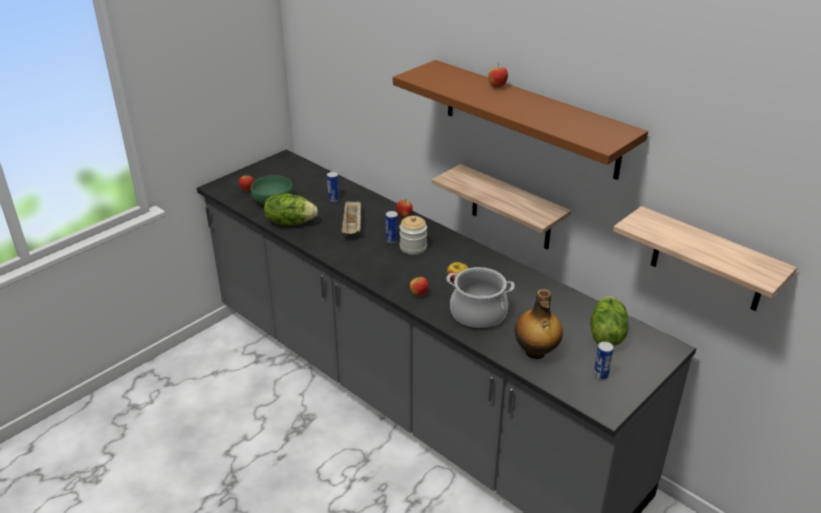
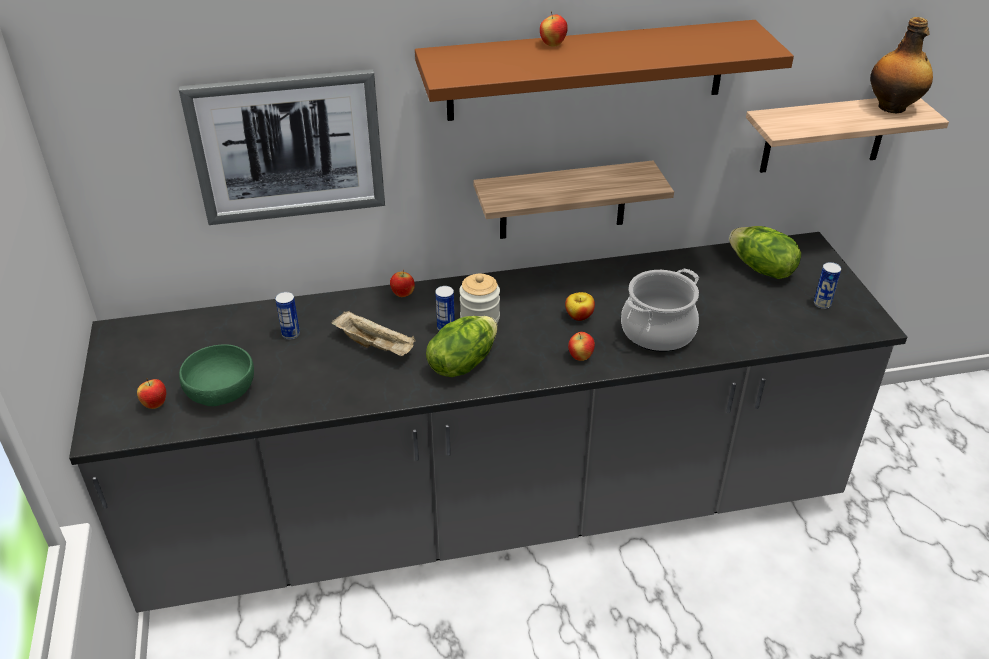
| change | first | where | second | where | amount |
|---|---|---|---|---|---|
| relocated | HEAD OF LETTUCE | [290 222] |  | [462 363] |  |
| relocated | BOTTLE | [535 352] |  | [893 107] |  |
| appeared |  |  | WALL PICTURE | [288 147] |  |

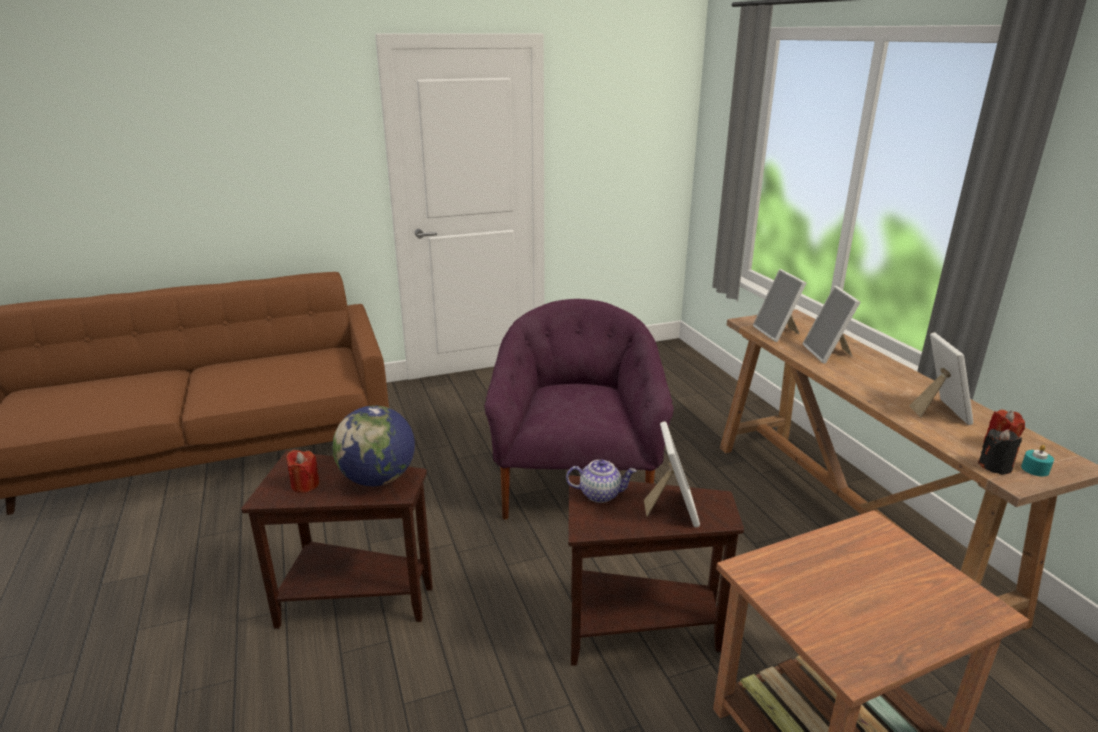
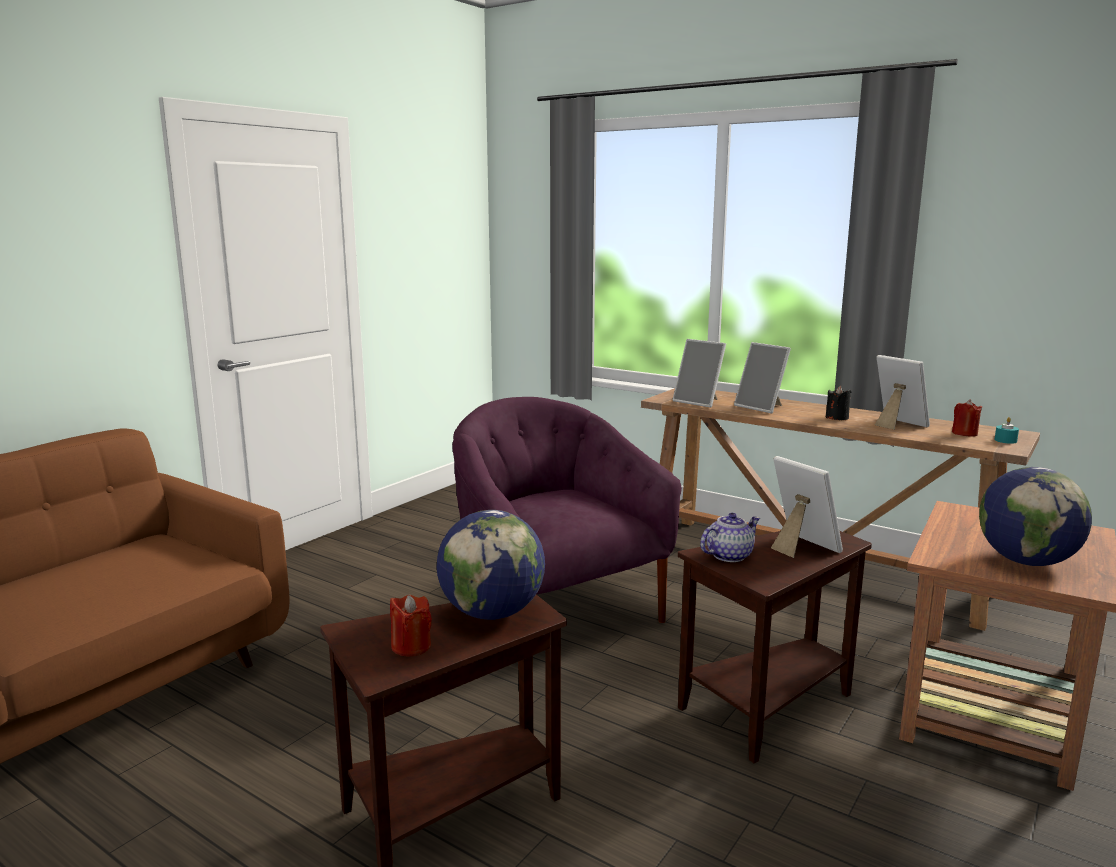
| change | first | where | second | where | amount |
|---|---|---|---|---|---|
| relocated | BLACK-COLOURED CANDLE | [995 466] |  | [837 418] |  |
| appeared |  |  | DESK GLOBE | [1026 561] |  |

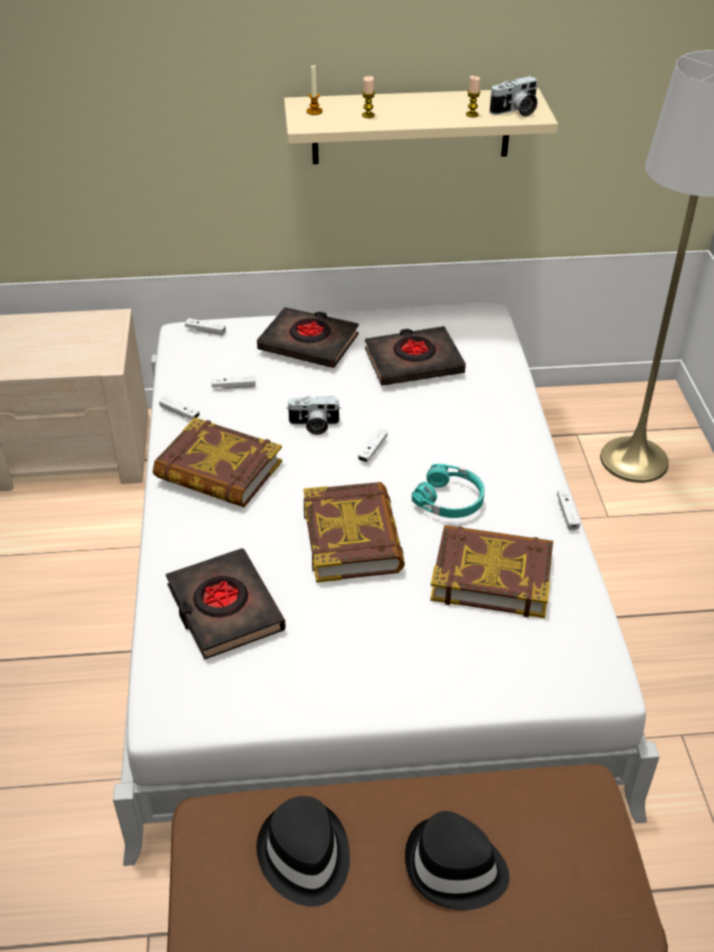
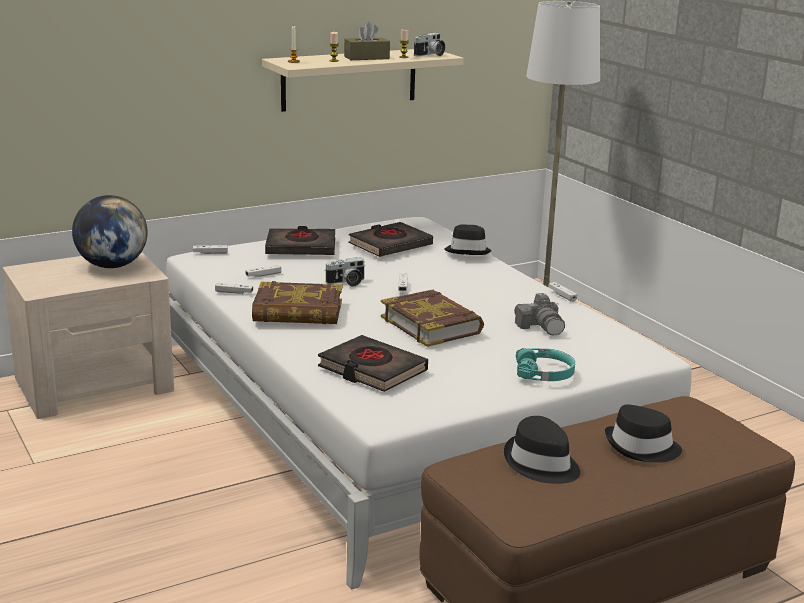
| change | first | where | second | where | amount |
|---|---|---|---|---|---|
| relocated | BLUE-GREEN HEADPHONES | [450 500] |  | [544 373] |  |
| exchanged | VOLUME | [491 576] | STILL CAMERA | [541 327] |  |
| appeared |  |  | DESK GLOBE | [112 266] |  |
| appeared |  |  | BROWNISH BOX OF TISSUES | [366 58] |  |
| appeared |  |  | BLACK-COLOURED WEARABLE HAT | [468 251] |  |

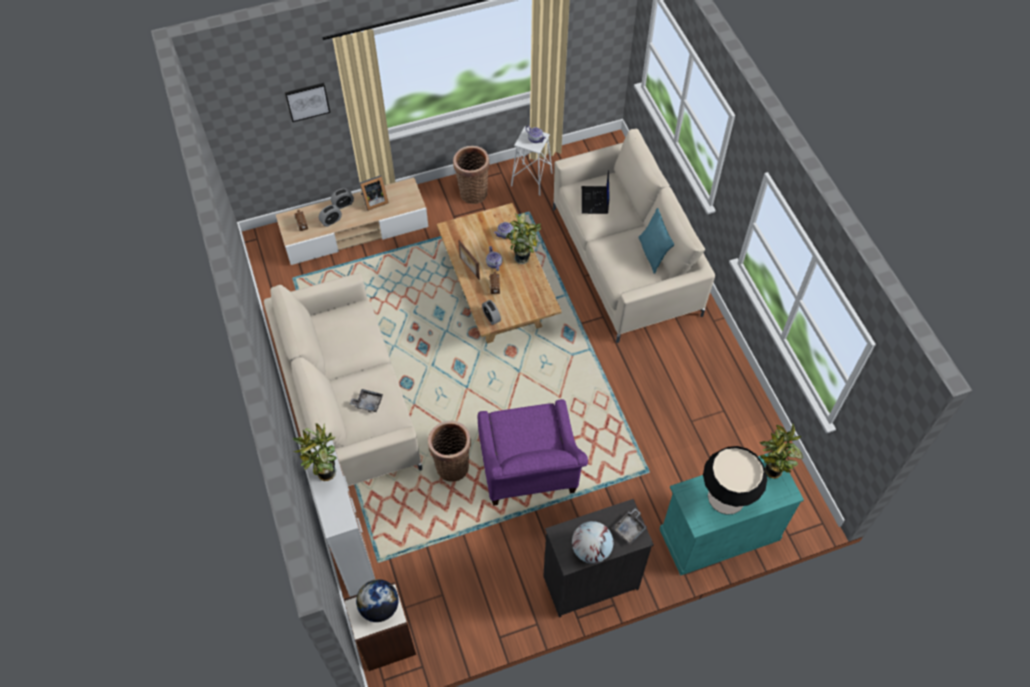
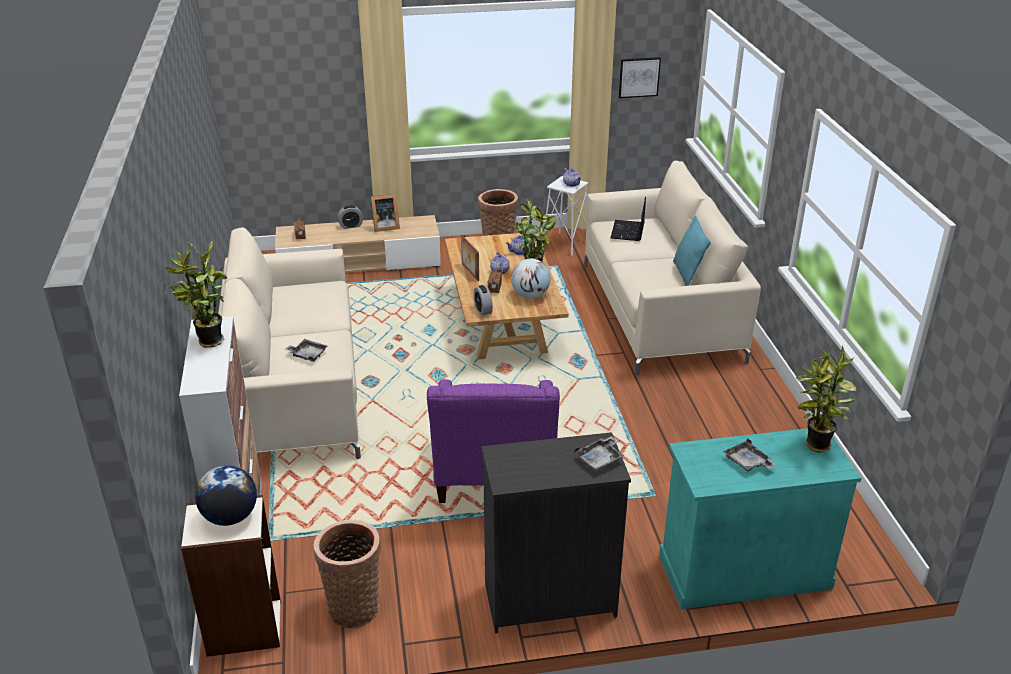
| change | first | where | second | where | amount |
|---|---|---|---|---|---|
| relocated | WALL PICTURE | [307 101] |  | [639 77] |  |
| missing | BEDSIDE CLOCK | [331 221] |  |  |  |
| relocated | HOUSEHOLD BASKET | [452 465] |  | [354 606] |  |
| relocated | DESK GLOBE | [591 549] |  | [530 295] |  |
| exchanged | TABLE LAMP | [726 497] | GRAY TRAY | [747 462] |  |

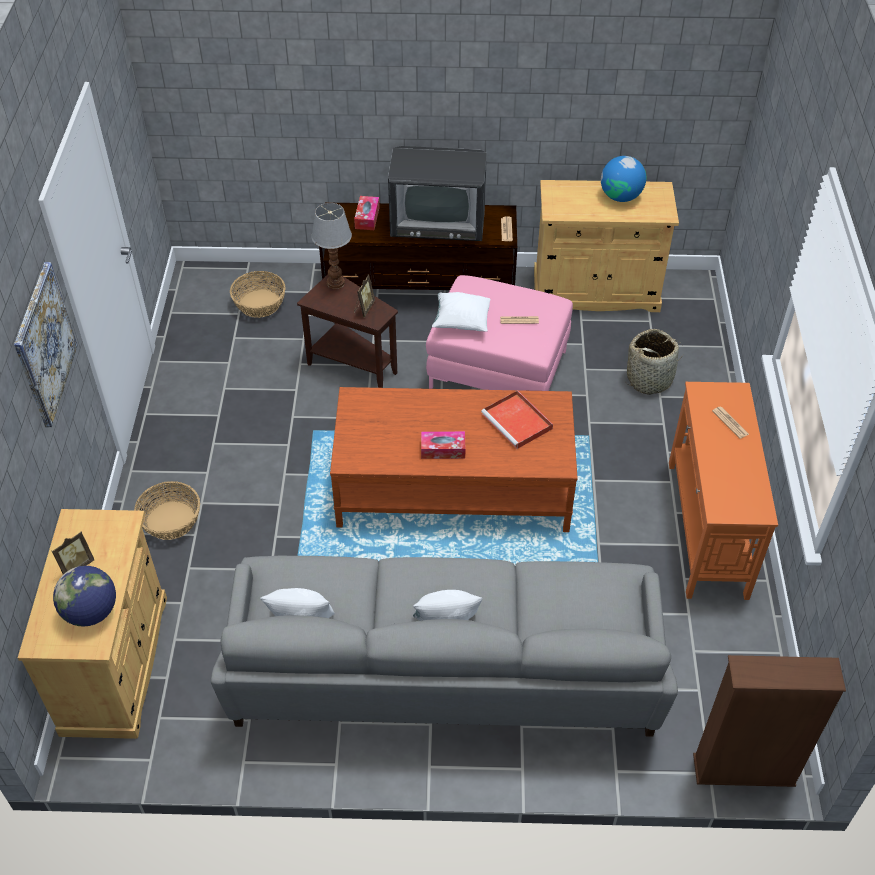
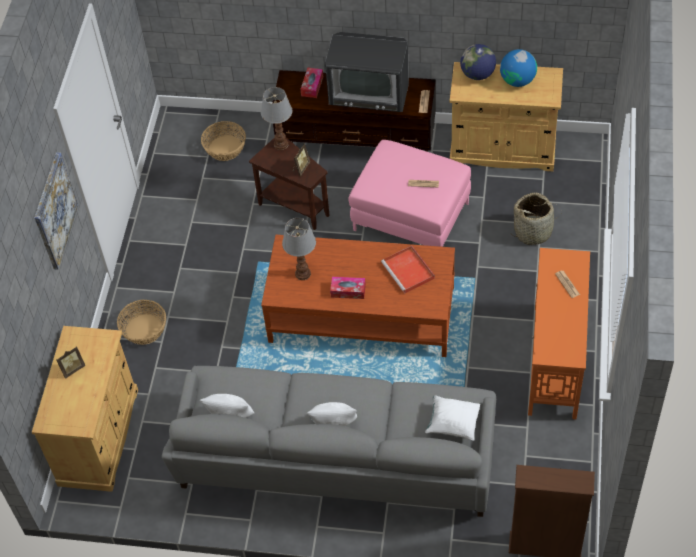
| change | first | where | second | where | amount |
|---|---|---|---|---|---|
| relocated | DESK GLOBE | [91 612] |  | [477 74] |  |
| relocated | WHITE-COLOURED PILLOW | [461 322] |  | [452 424] |  |
| appeared |  |  | TABLE LAMP | [303 273] |  |

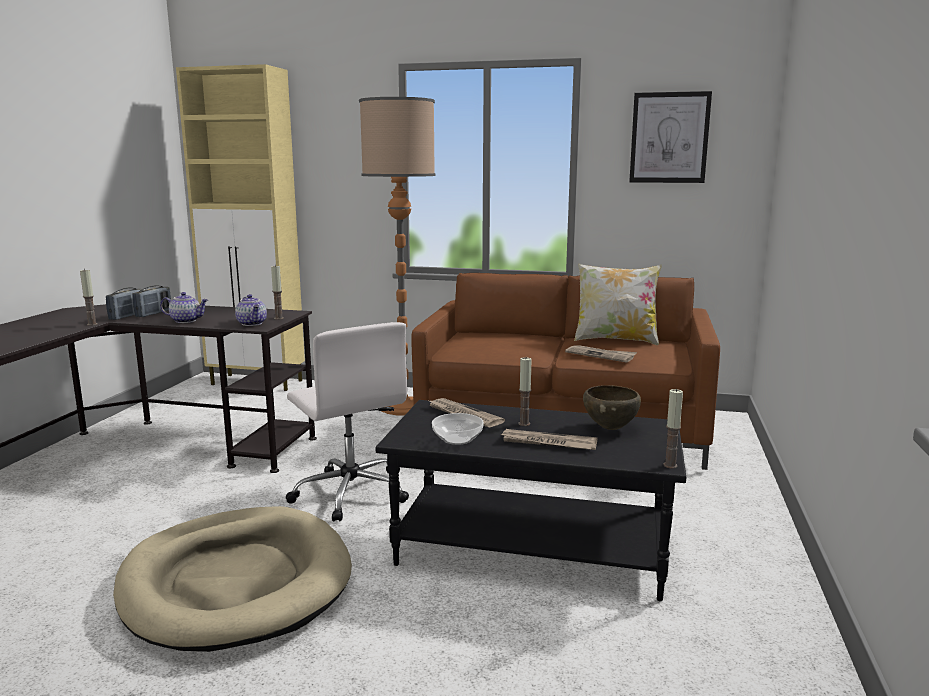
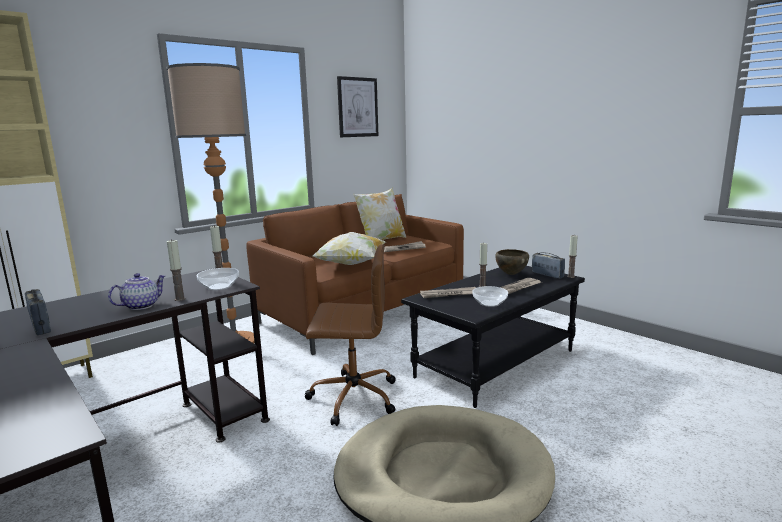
| change | first | where | second | where | amount |
|---|---|---|---|---|---|
| relocated | CANDLE | [92 324] |  | [180 299] |  |
| relocated | RADIO RECEIVER | [153 314] |  | [547 275] |  |
| exchanged | TEA POT | [252 323] | SERVING BOWL | [219 286] |  |
| colour | WHITE-COLOURED COMPUTER CHAIR | [350 492] | BROWNISH COMPUTER CHAIR | [352 397] |  |
| appeared |  |  | PILLOW | [351 264] |  |

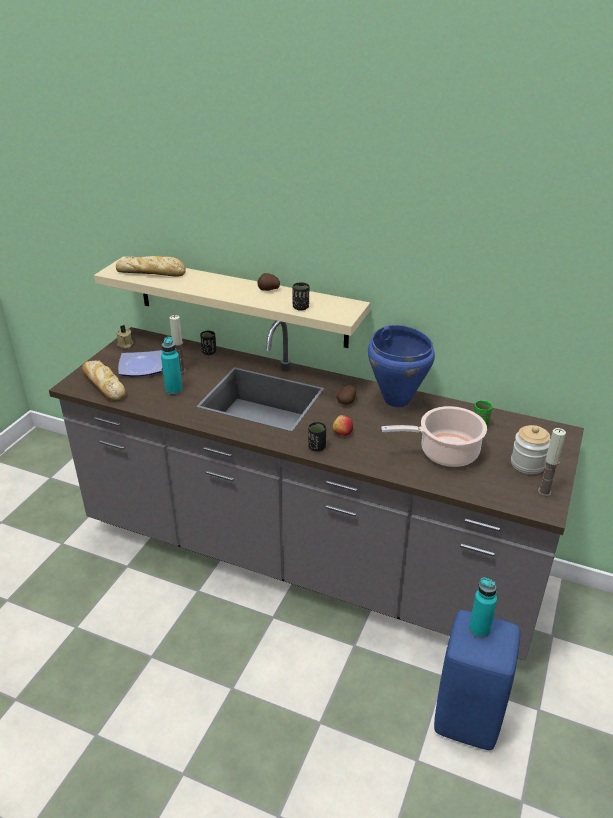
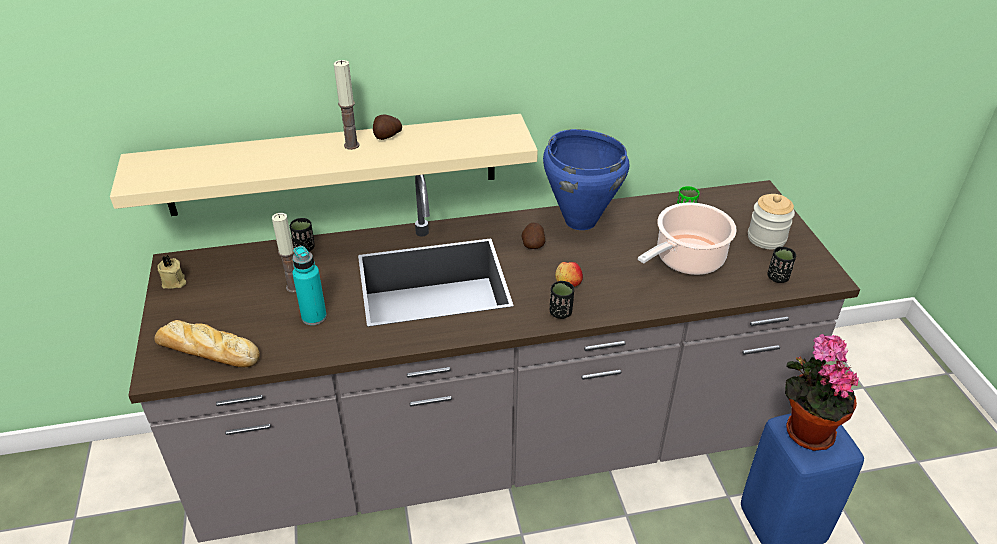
| change | first | where | second | where | amount |
|---|---|---|---|---|---|
| missing | BAKED BREAD | [152 273] |  |  |  |
| missing | PLATE | [140 367] |  |  |  |
| relocated | BLACK-COLOURED DRINKING CUP | [301 307] |  | [778 277] |  |
| exchanged | BLUE-GREEN BOTTLE | [479 629] | PLANT IN A POT | [805 430] |  |
| relocated | CANDLE | [544 492] |  | [351 145] |  |

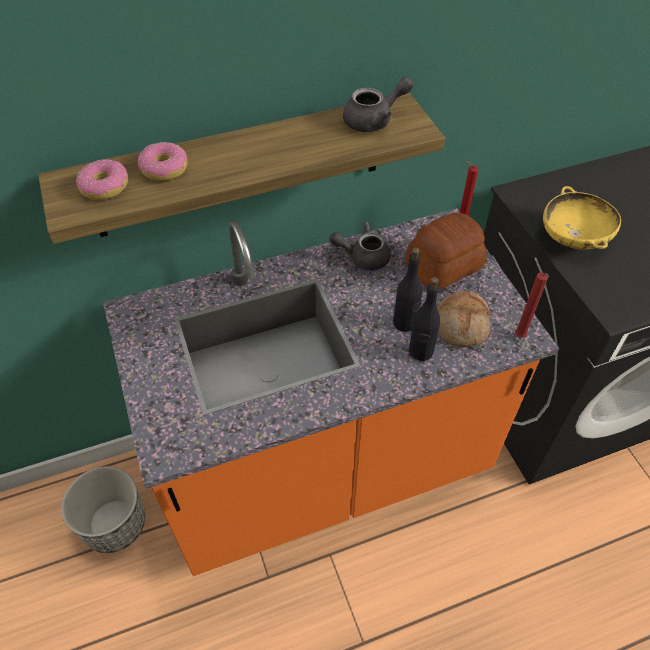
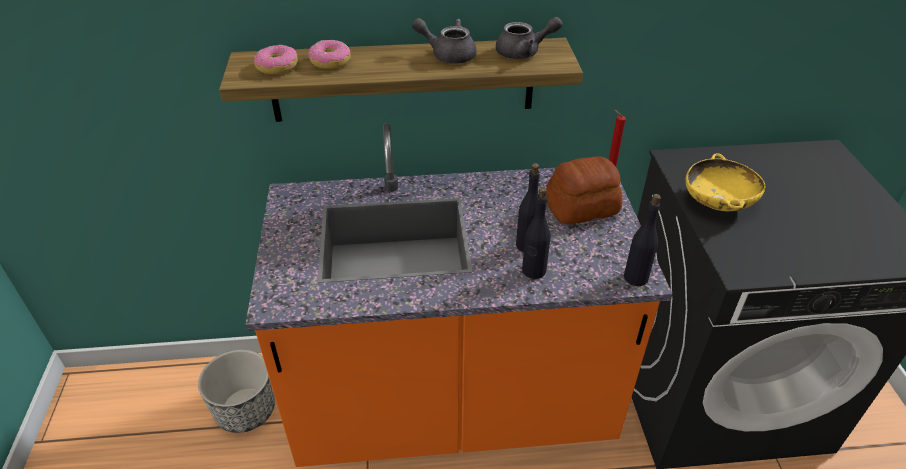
| change | first | where | second | where | amount |
|---|---|---|---|---|---|
| relocated | GRAY TEA POT | [363 257] |  | [448 54] |  |
| missing | BAKED BREAD | [462 326] |  |  |  |
| exchanged | RED-COLOURED CANDLE | [520 337] | BLACK-COLOURED BOTTLE | [635 277] |  |

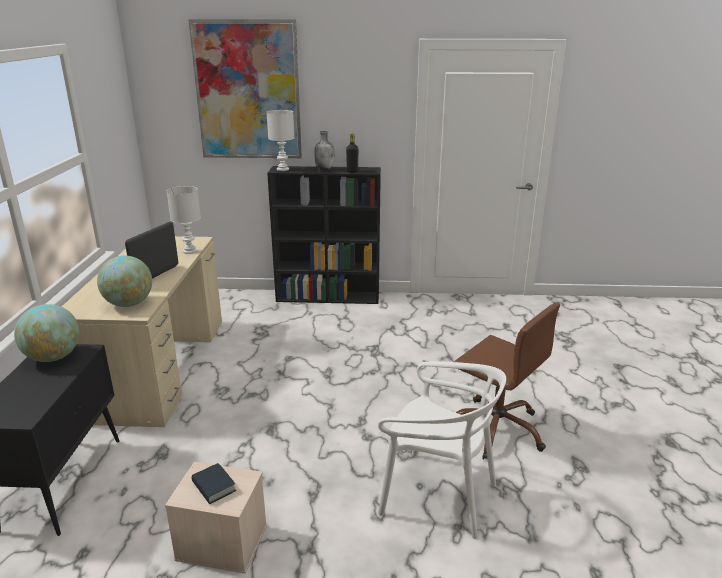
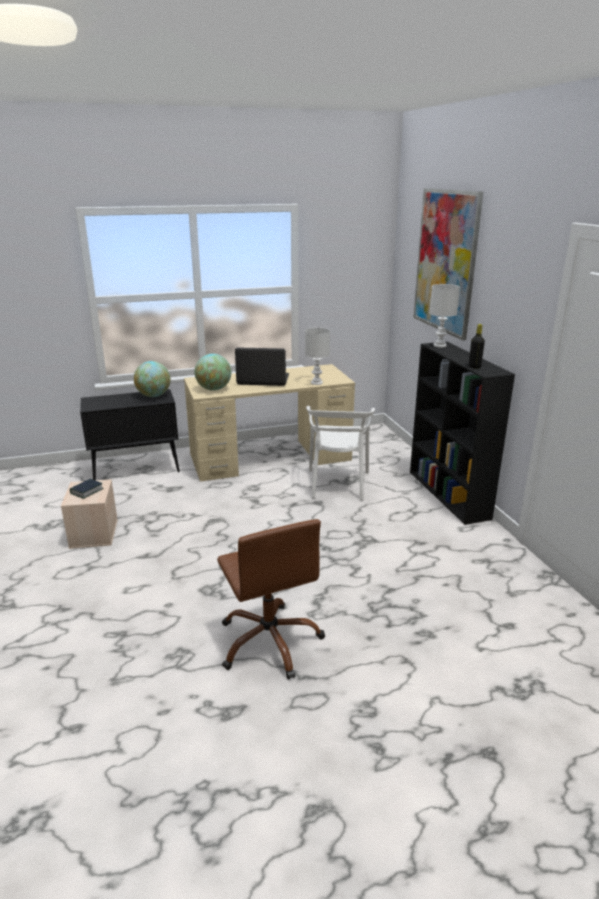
| change | first | where | second | where | amount |
|---|---|---|---|---|---|
| missing | GRAY BOTTLE | [325 169] |  |  |  |
| relocated | WHITE-COLOURED PLAIN CHAIR | [438 495] |  | [338 484] |  |
| spun | BROWNISH COMPUTER CHAIR | [496 429] |  | [270 641] | 45 degrees counterclockwise |

